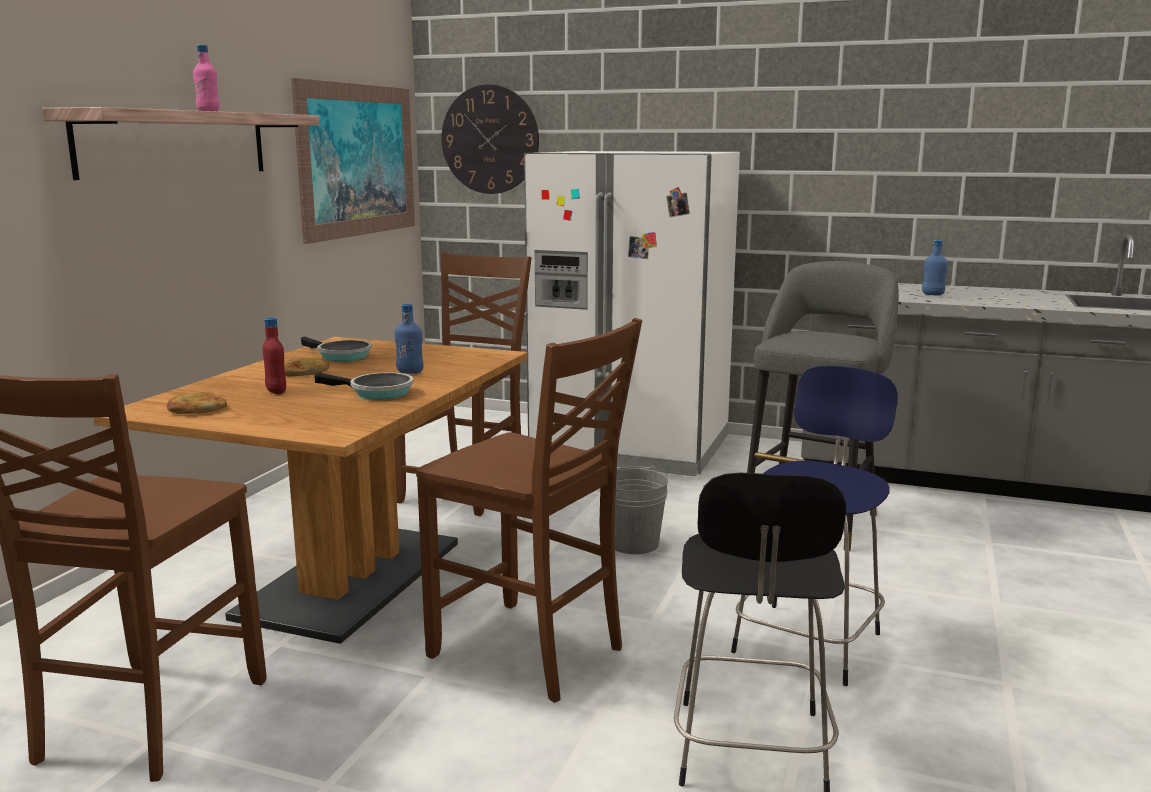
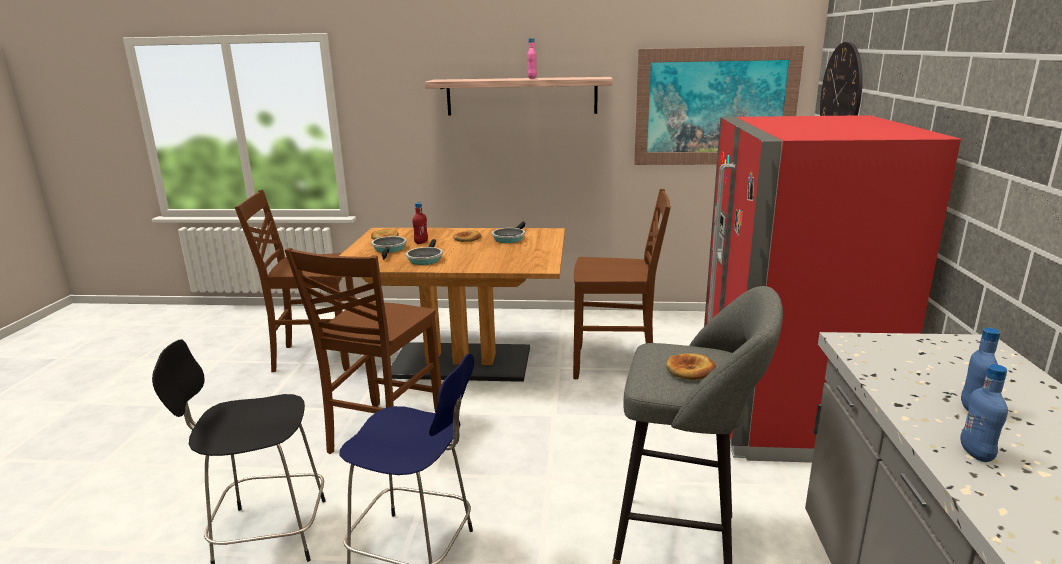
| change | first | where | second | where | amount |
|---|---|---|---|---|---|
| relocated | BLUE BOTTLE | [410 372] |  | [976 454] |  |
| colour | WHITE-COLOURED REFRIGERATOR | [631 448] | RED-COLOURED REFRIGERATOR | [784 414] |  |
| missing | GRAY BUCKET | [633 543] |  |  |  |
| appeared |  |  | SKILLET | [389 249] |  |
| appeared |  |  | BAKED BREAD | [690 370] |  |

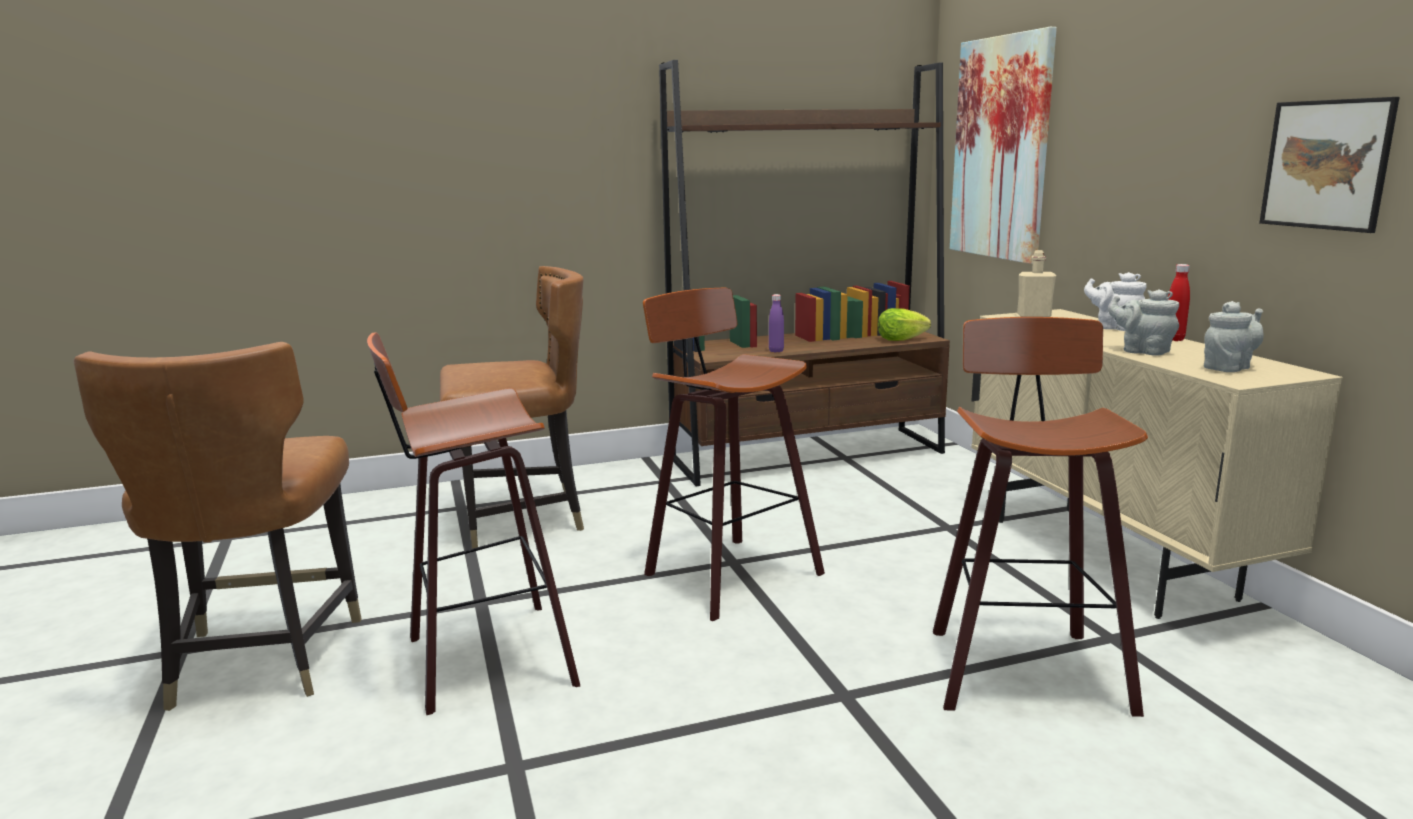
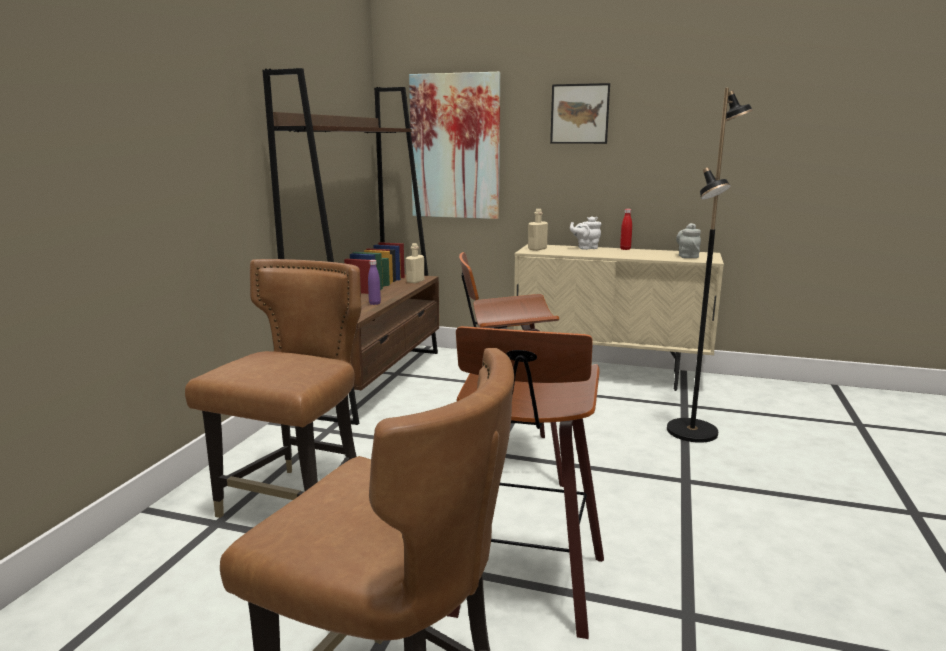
| change | first | where | second | where | amount |
|---|---|---|---|---|---|
| exchanged | HEAD OF LETTUCE | [900 340] | SAND-COLOURED BOTTLE | [415 281] |  |
| exchanged | STOOL SEAT | [1020 666] | BLACK-COLOURED STANDARD LAMP | [693 432] |  |
| missing | GRAY TEA POT | [1142 351] |  |  |  |
| relocated | WALL PICTURE | [1326 164] |  | [579 114] |  |

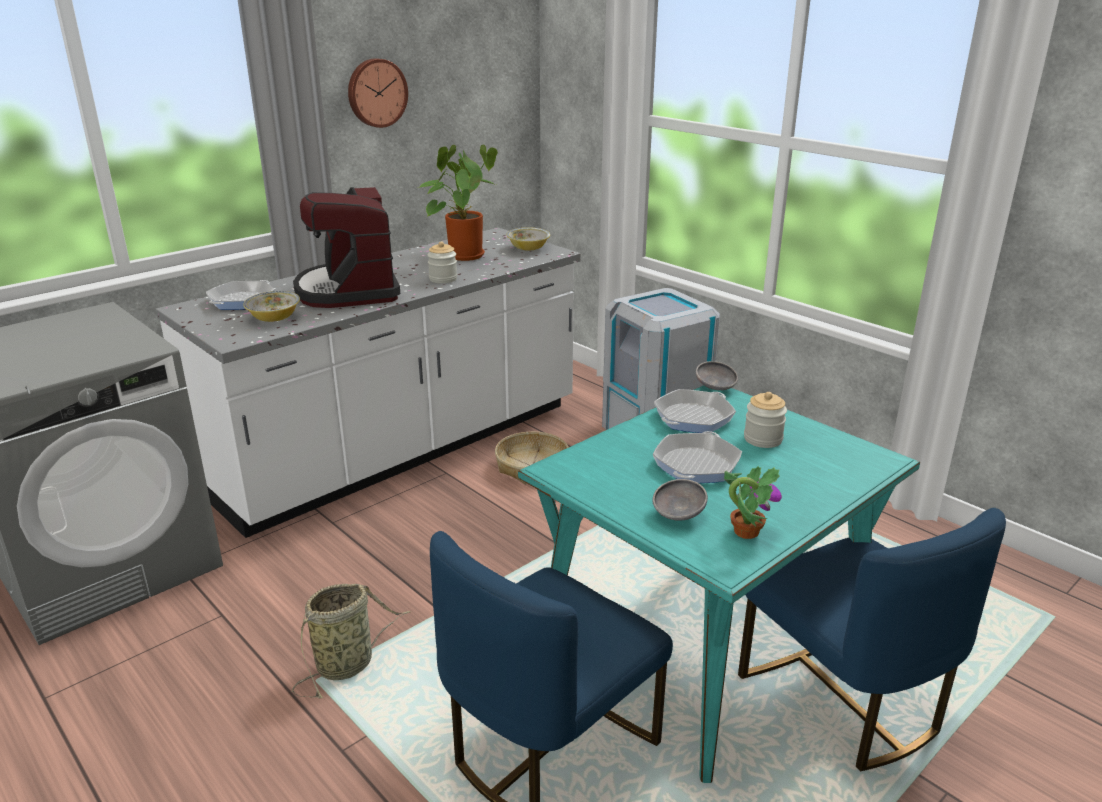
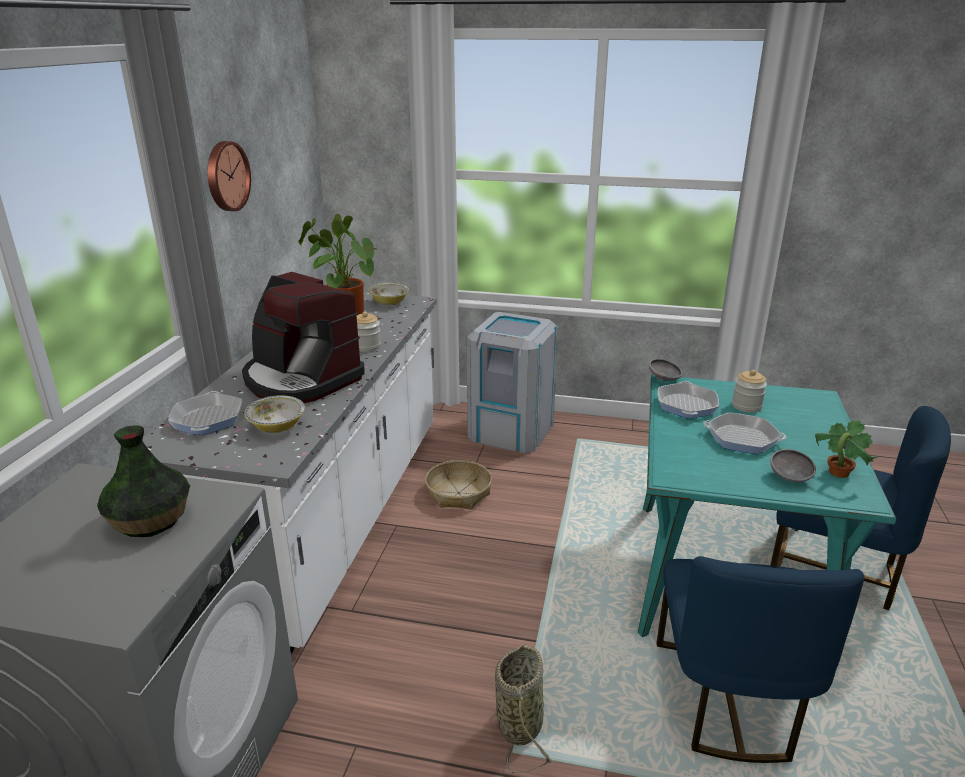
| change | first | where | second | where | amount |
|---|---|---|---|---|---|
| spun | SKILLET | [696 465] |  | [742 438] | 60 degrees counterclockwise |
| appeared |  |  | VASE | [149 520] |  |

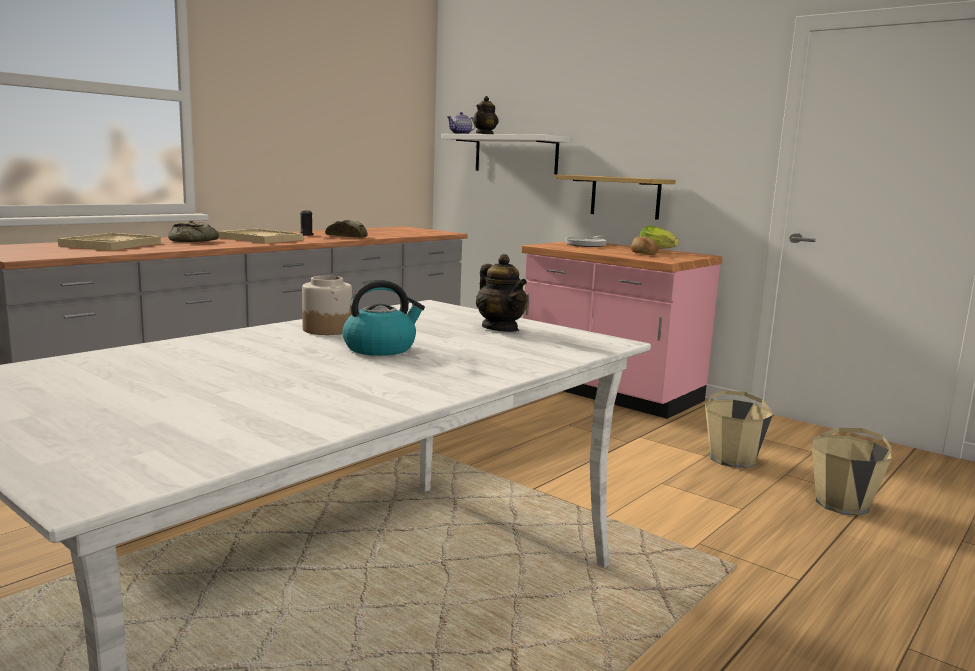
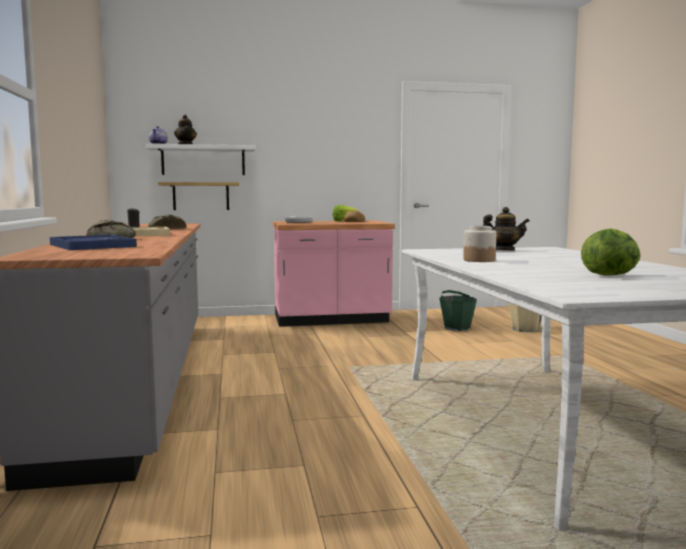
| change | first | where | second | where | amount |
|---|---|---|---|---|---|
| colour | SAND-COLOURED TRAY | [111 244] | BLUE TRAY | [92 245] |  |
| missing | TEA KETTLE | [380 348] |  |  |  |
| relocated | WALL SHELF | [625 197] |  | [201 196] |  |
| colour | SAND-COLOURED BUCKET | [732 459] | GREENISH BUCKET | [457 328] |  |
| appeared |  |  | HEAD OF LETTUCE | [611 275] |  |

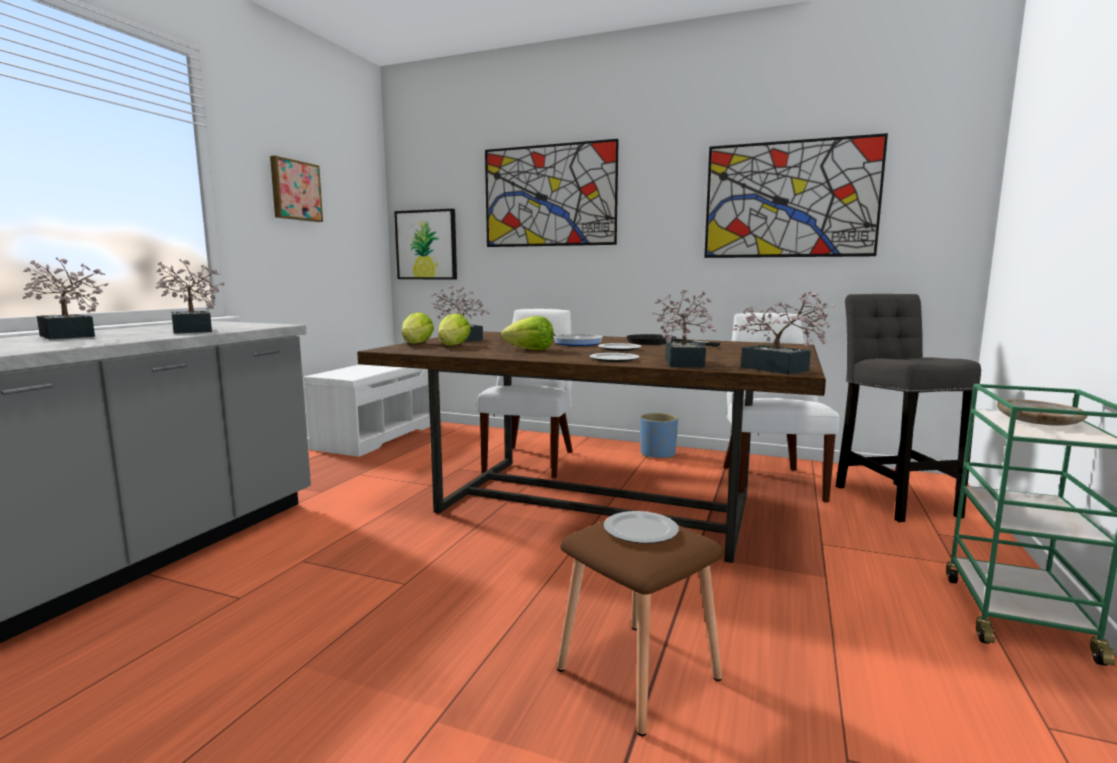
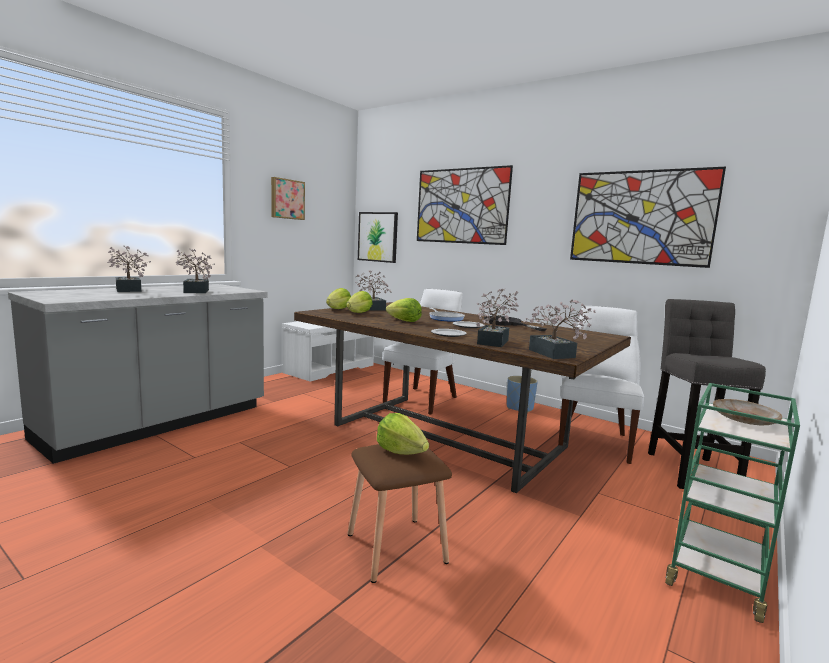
| change | first | where | second | where | amount |
|---|---|---|---|---|---|
| exchanged | PLATE | [640 530] | HEAD OF LETTUCE | [401 451] |  |

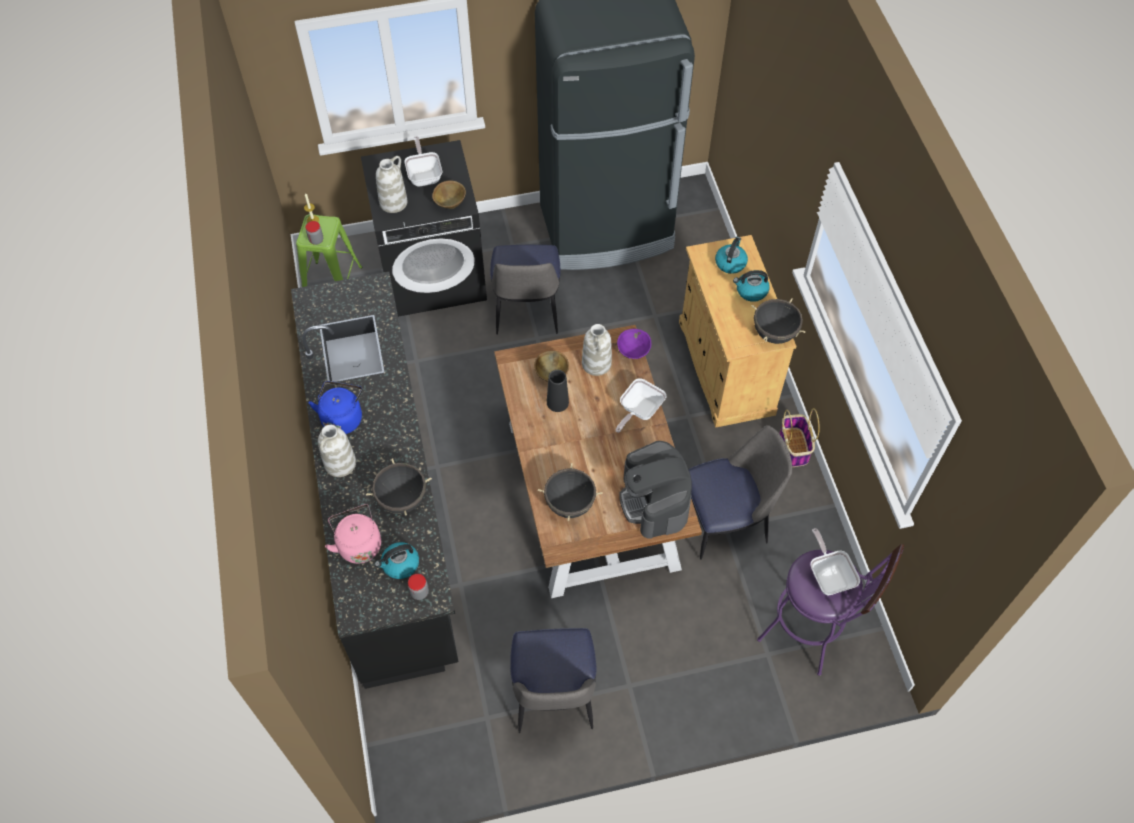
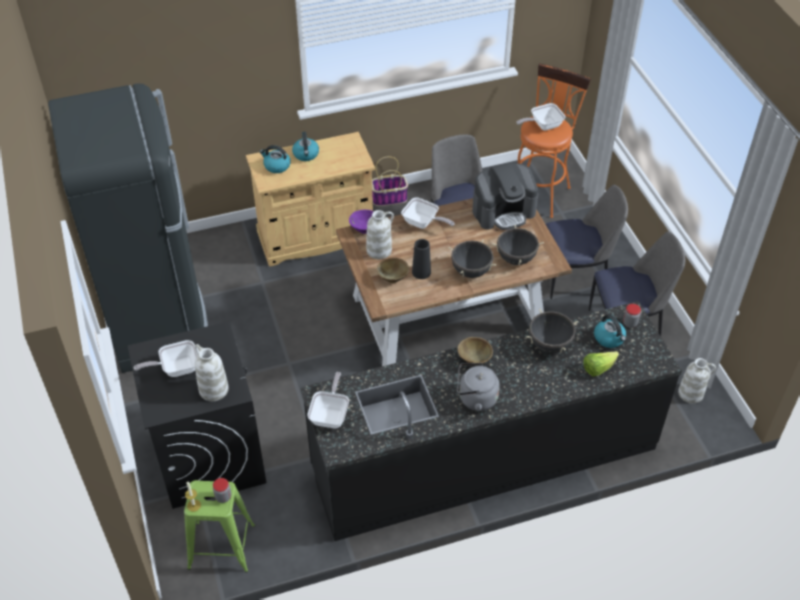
| change | first | where | second | where | amount |
|---|---|---|---|---|---|
| colour | BLUE TEA KETTLE | [342 417] | GRAY TEA KETTLE | [475 398] |  |
| relocated | WHITE-COLOURED VASE | [340 464] |  | [691 393] |  |
| exchanged | PINK-COLOURED TEA KETTLE | [358 544] | HEAD OF LETTUCE | [598 368] |  |
| relocated | BROWNISH SERVING BOWL | [450 203] |  | [474 359] |  |
| relocated | PLAIN CHAIR | [526 311] |  | [576 278] |  |
| relocated | BLACK-COLOURED STOCKPOT | [774 333] |  | [471 271] |  |
| colour | PURPLISH STOOL SEAT | [811 633] | ORANGE STOOL SEAT | [540 191] |  |
| appeared |  |  | SKILLET | [331 414] |  |

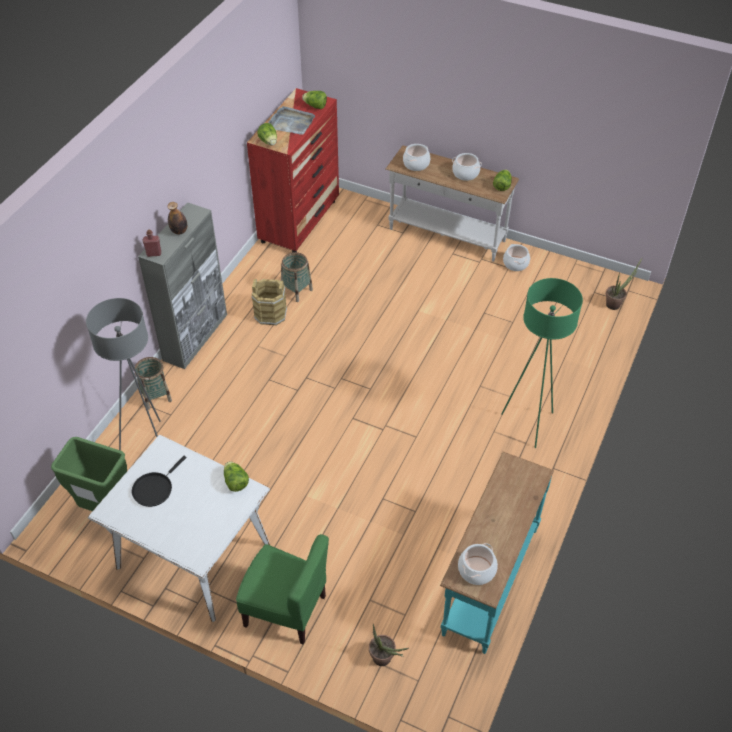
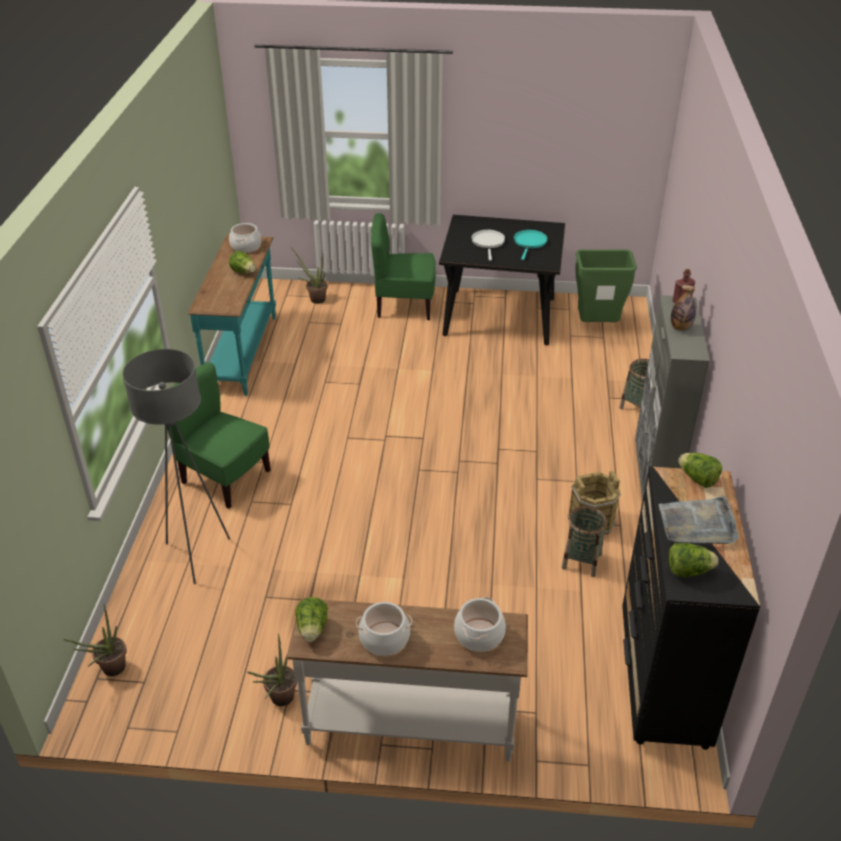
| change | first | where | second | where | amount |
|---|---|---|---|---|---|
| relocated | GRAY STANDARD LAMP | [149 444] |  | [196 555] |  |
| colour | WHITE-COLOURED KITCHEN TABLE | [192 555] | BLACK-COLOURED KITCHEN TABLE | [500 316] |  |
| colour | BLACK-COLOURED SKILLET | [154 489] | BLUE-GREEN SKILLET | [529 243] |  |
| relocated | HEAD OF LETTUCE | [235 482] |  | [244 272] |  |
| colour | RED-COLOURED CHEST OF DRAWERS | [300 221] | BLACK-COLOURED CHEST OF DRAWERS | [663 680] |  |
| exchanged | GREENISH STANDARD LAMP | [529 424] | GREENISH PLAIN CHAIR | [224 478] |  |
| exchanged | STOCKPOT | [515 264] | PLANT IN A POT | [278 700] |  |
| appeared |  |  | WHITE-COLOURED SKILLET | [488 242] |  |

